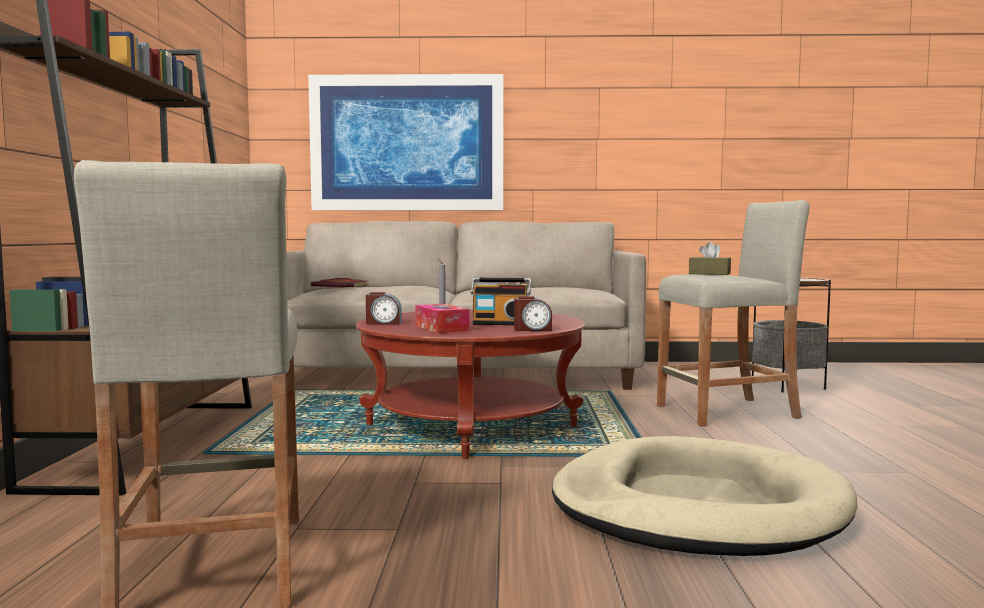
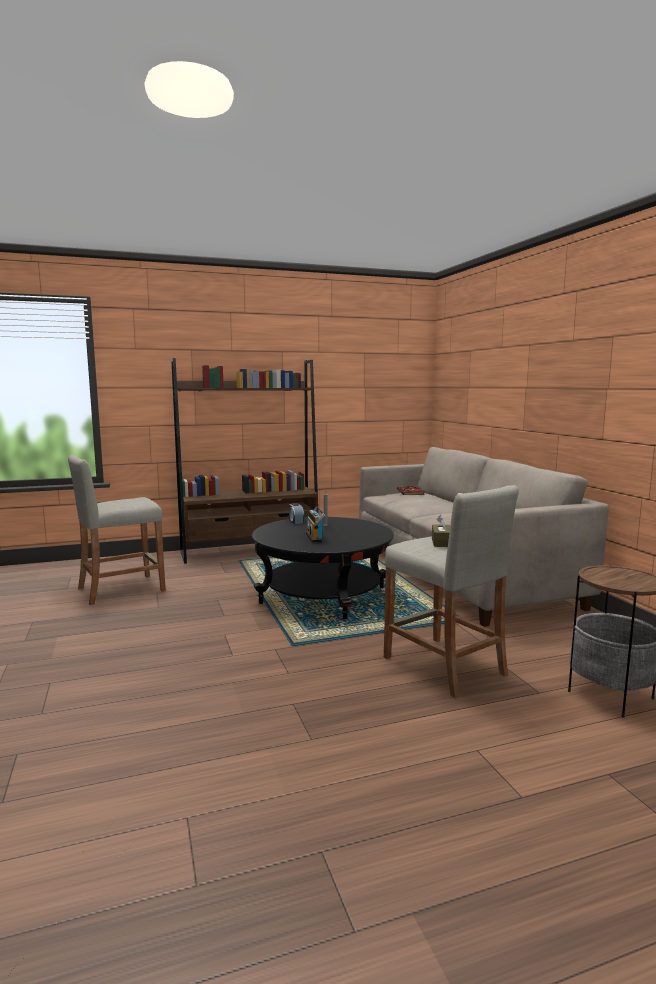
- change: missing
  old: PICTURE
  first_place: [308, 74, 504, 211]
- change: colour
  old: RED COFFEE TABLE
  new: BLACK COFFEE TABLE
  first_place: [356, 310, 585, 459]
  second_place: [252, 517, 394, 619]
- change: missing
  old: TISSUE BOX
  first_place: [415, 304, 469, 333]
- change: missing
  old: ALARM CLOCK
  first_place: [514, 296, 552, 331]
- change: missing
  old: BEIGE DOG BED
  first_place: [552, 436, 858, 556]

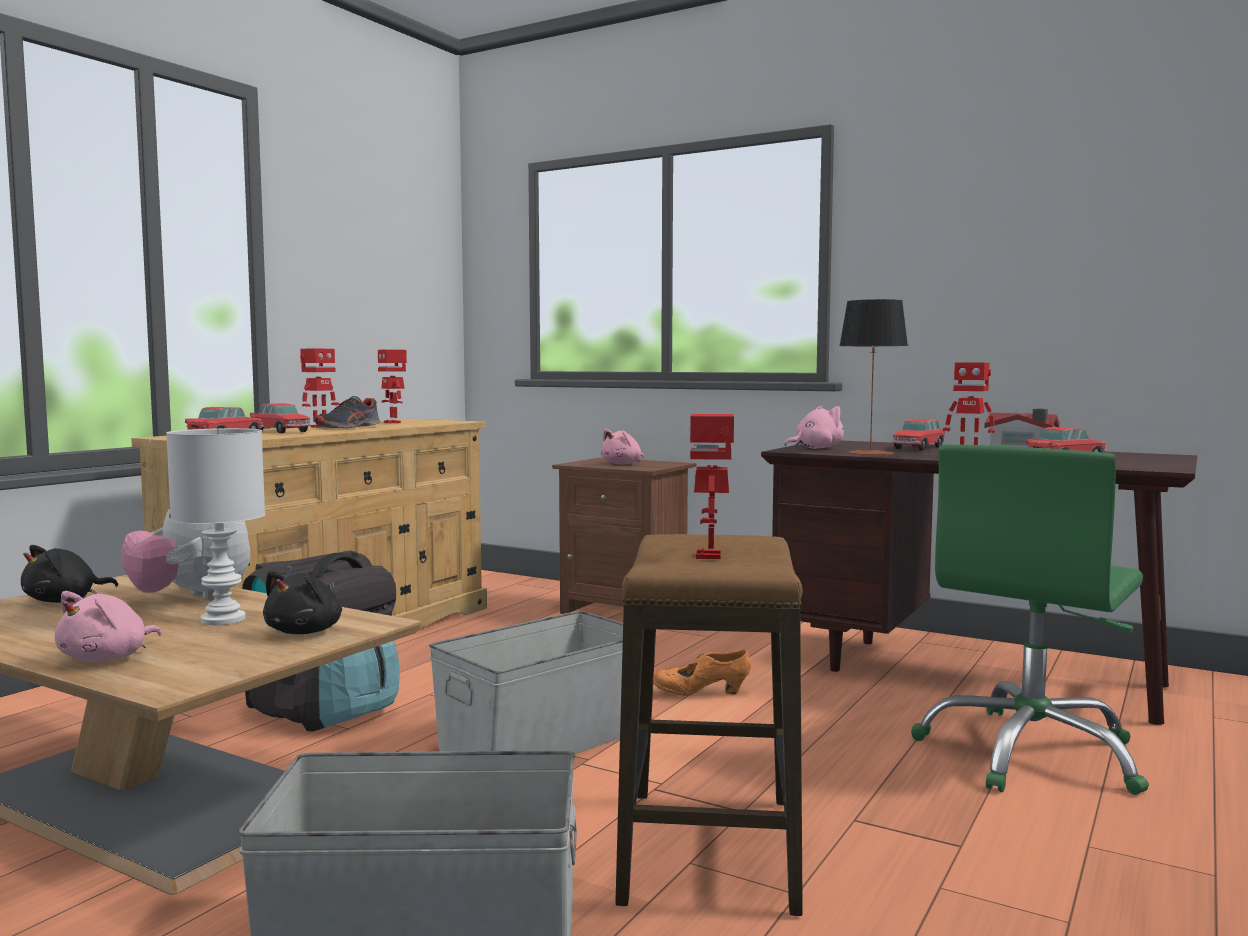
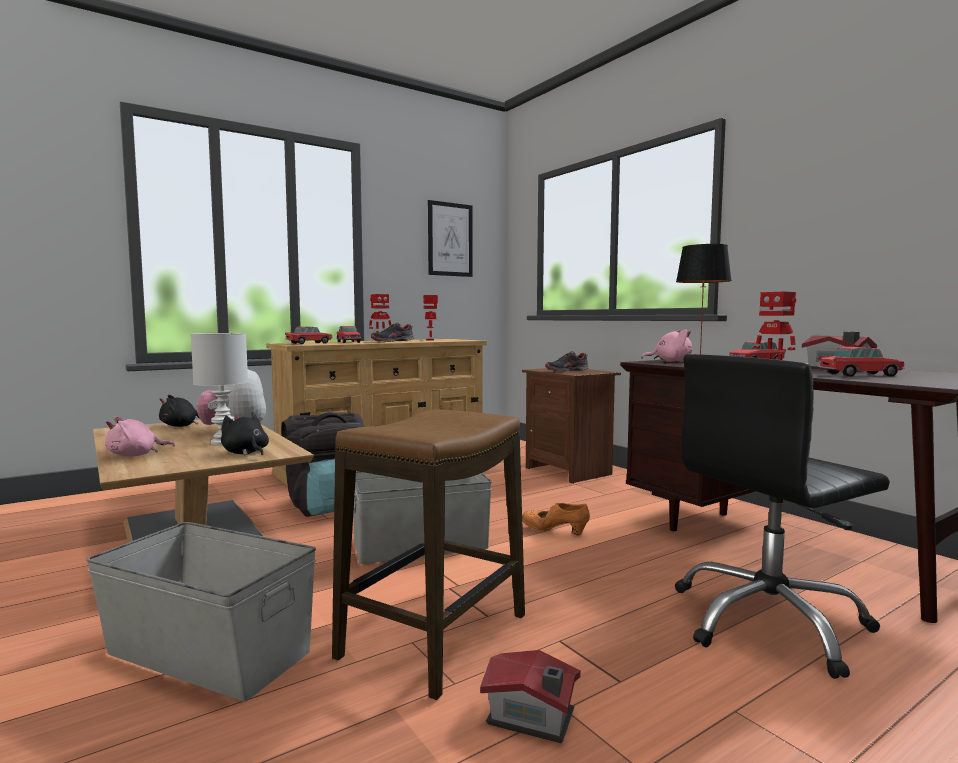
- change: spun
  old: BLACK PLUSH TOY
  first_place: [263, 570, 342, 634]
  second_place: [221, 412, 269, 456]
  degrees: 90
- change: exchanged
  old: PINK PLUSH TOY
  new: SHOE
  first_place: [601, 429, 644, 465]
  second_place: [545, 351, 589, 372]
- change: missing
  old: TOY ROBOT
  first_place: [689, 414, 734, 559]
- change: colour
  old: GREEN OFFICE CHAIR
  new: BLACK OFFICE CHAIR
  first_place: [911, 444, 1149, 795]
  second_place: [675, 354, 890, 679]
- change: appeared
  new: PICTURE
  second_place: [428, 200, 473, 277]
- change: appeared
  new: TOY HOUSE
  second_place: [480, 650, 581, 744]

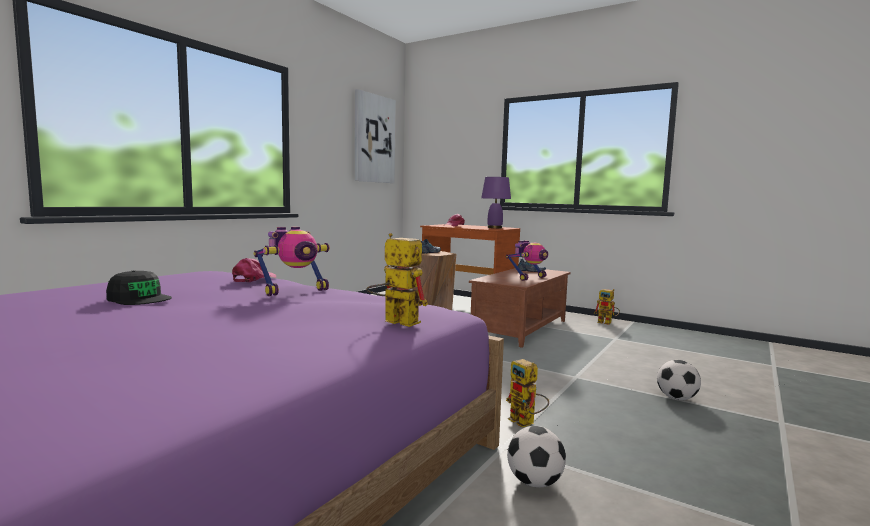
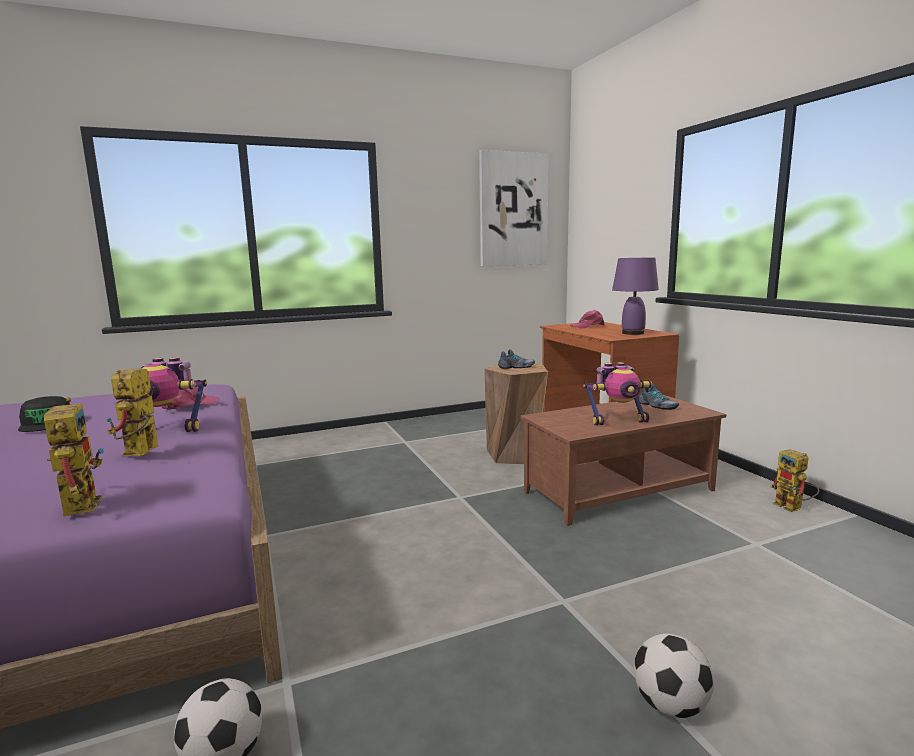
- change: relocated
  old: TOY ROBOT
  first_place: [506, 359, 549, 428]
  second_place: [106, 369, 159, 456]

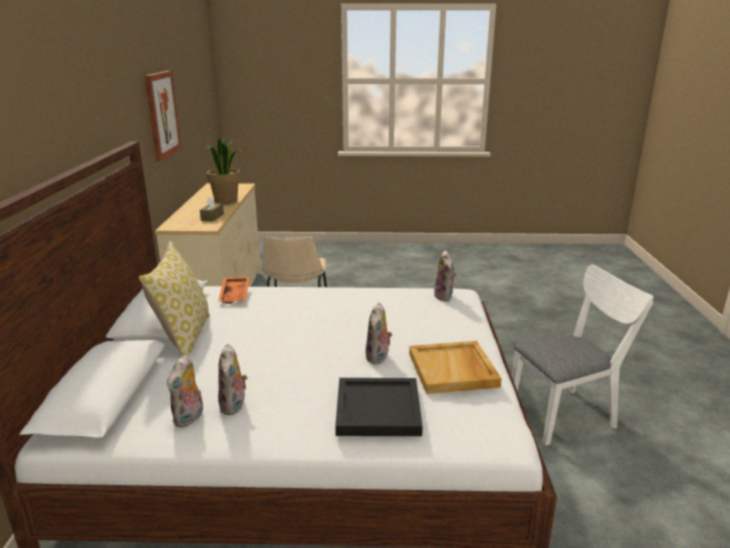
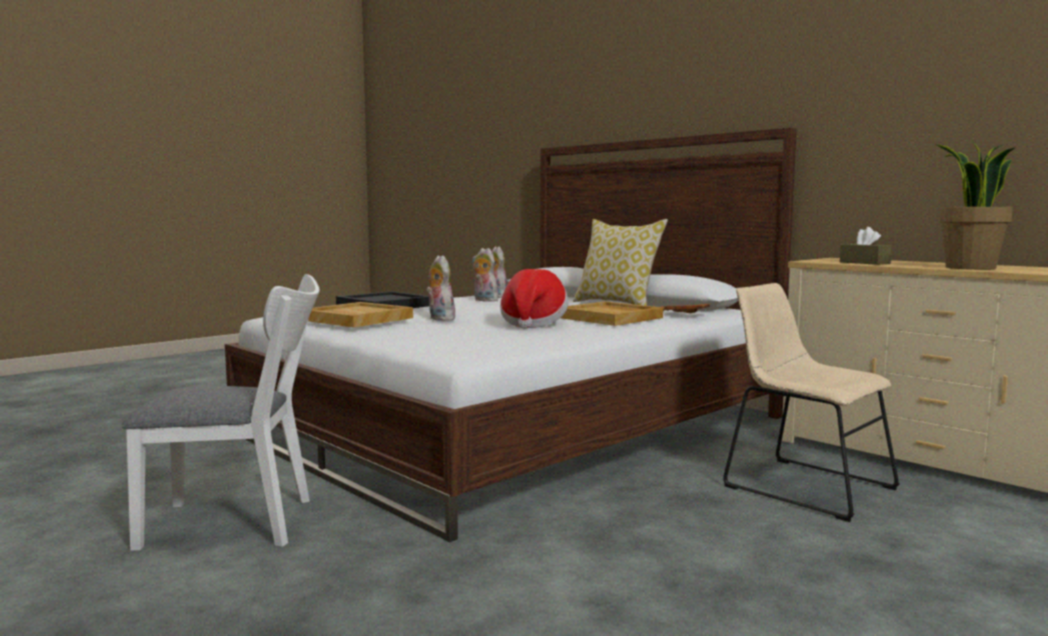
- change: missing
  old: PICTURE
  first_place: [144, 71, 181, 161]
- change: missing
  old: PLUSH TOY
  first_place: [434, 250, 457, 301]
- change: spun
  old: WHITE CHAIR
  first_place: [512, 264, 653, 446]
  second_place: [122, 274, 320, 551]
  degrees: -120
- change: appeared
  new: HAT
  second_place: [500, 269, 568, 329]
- change: appeared
  new: BEIGE TRAY
  second_place: [561, 301, 663, 326]

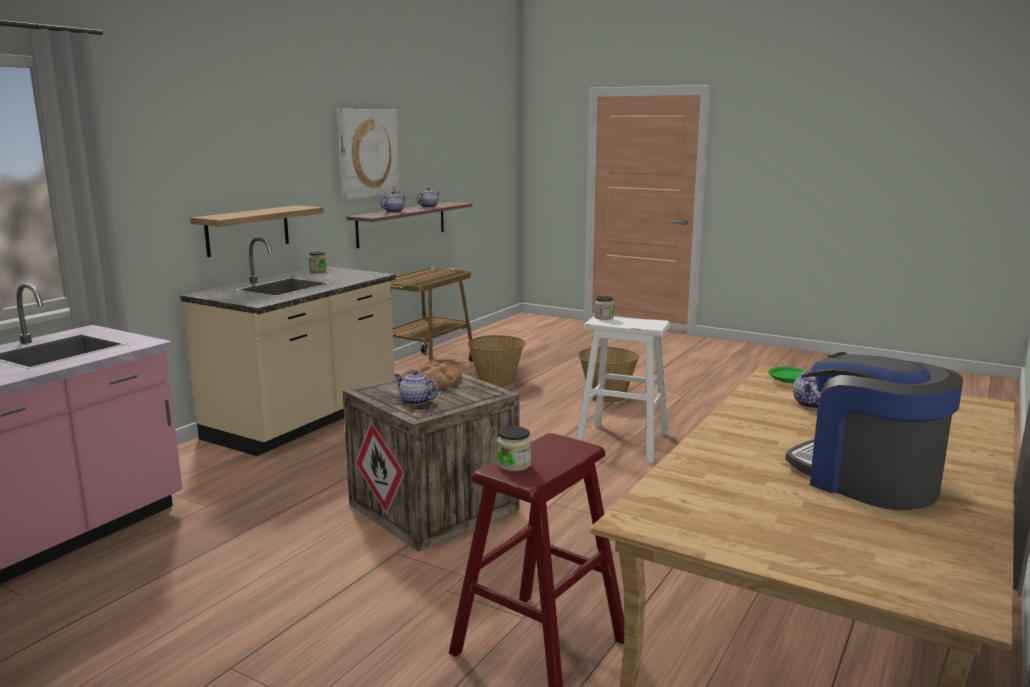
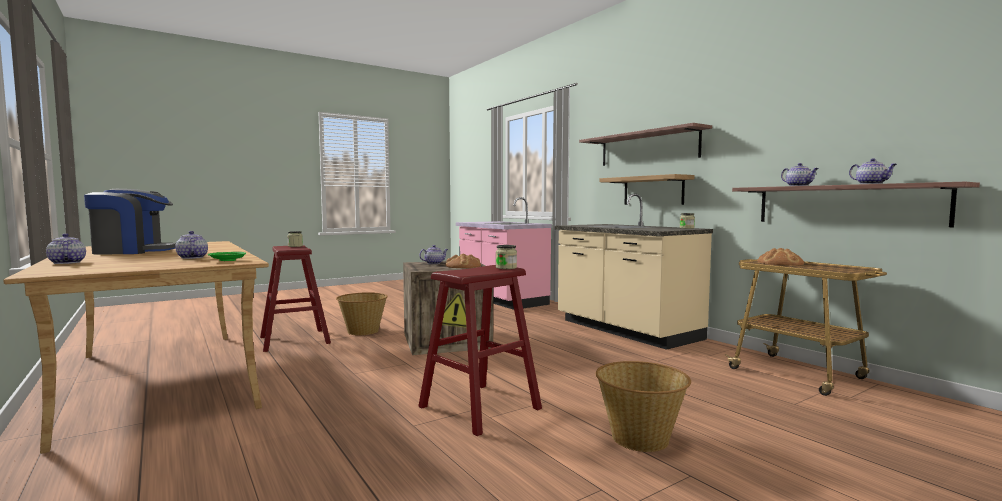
- change: missing
  old: PICTURE
  first_place: [336, 109, 400, 200]
- change: relocated
  old: BASKET
  first_place: [468, 335, 526, 387]
  second_place: [336, 292, 388, 335]
- change: colour
  old: WHITE STOOL
  new: RED STOOL
  first_place: [576, 316, 670, 463]
  second_place: [418, 265, 542, 436]
- change: appeared
  new: TEAPOT
  second_place: [46, 233, 86, 264]
- change: appeared
  new: SHELF
  second_place: [579, 123, 712, 166]
- change: appeared
  new: BREAD
  second_place: [757, 248, 804, 266]

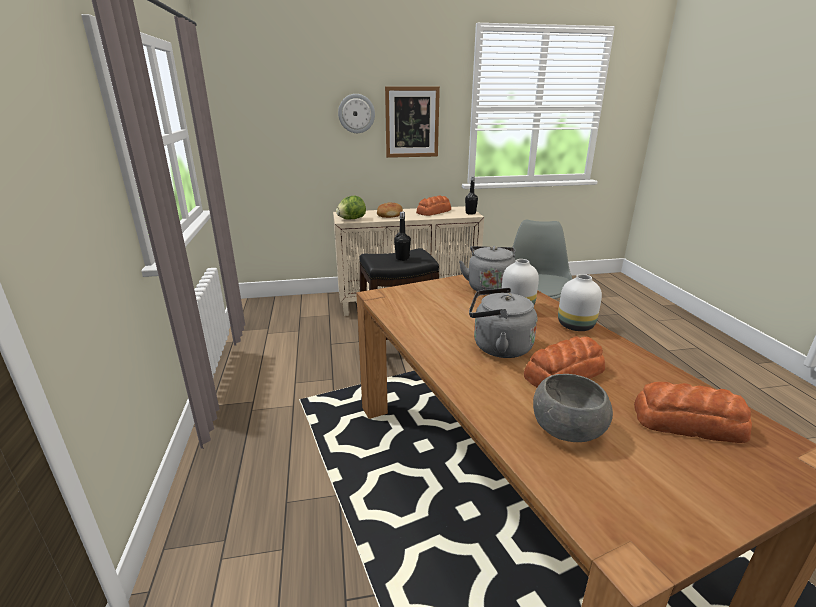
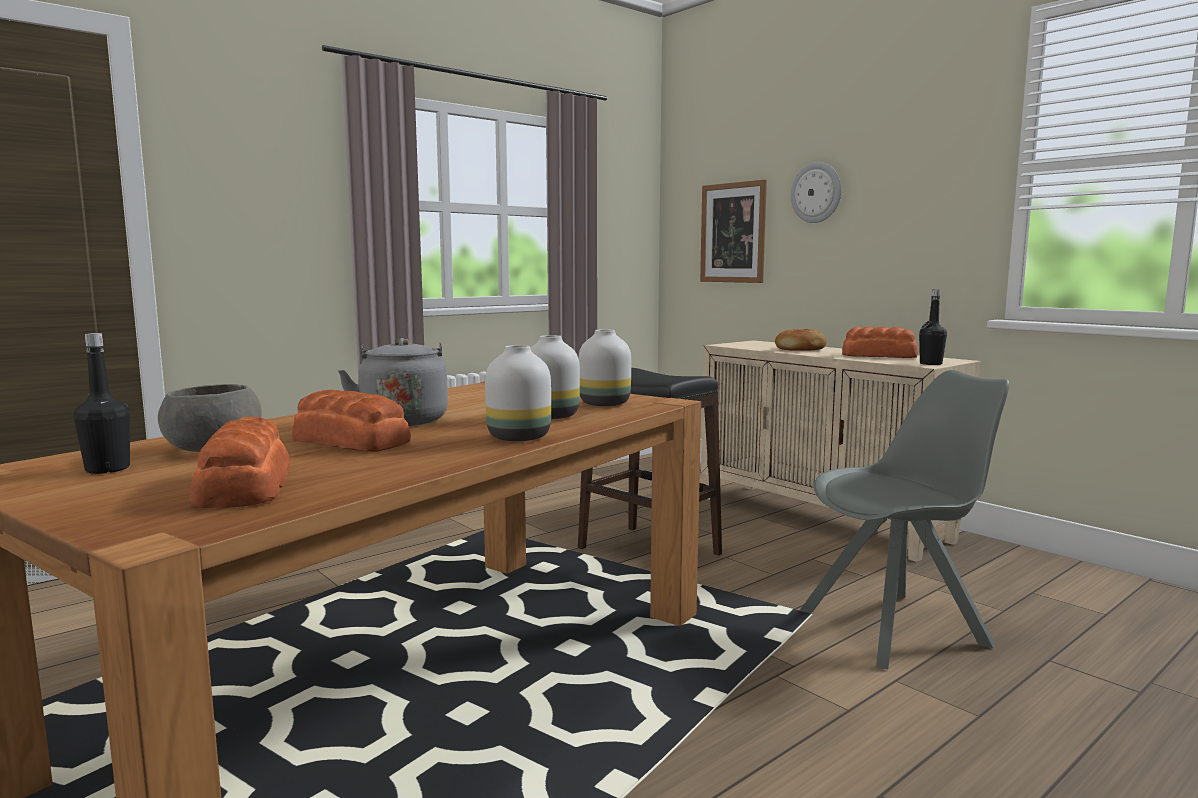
- change: missing
  old: LETTUCE
  first_place: [336, 196, 366, 219]
- change: relocated
  old: PICTURE
  first_place: [385, 86, 440, 158]
  second_place: [700, 179, 767, 283]
- change: relocated
  old: BLACK BOTTLE
  first_place: [394, 212, 411, 261]
  second_place: [74, 333, 130, 474]
- change: exchanged
  old: GREY KETTLE
  new: WHITE VASE
  first_place: [459, 246, 516, 295]
  second_place: [579, 329, 631, 406]

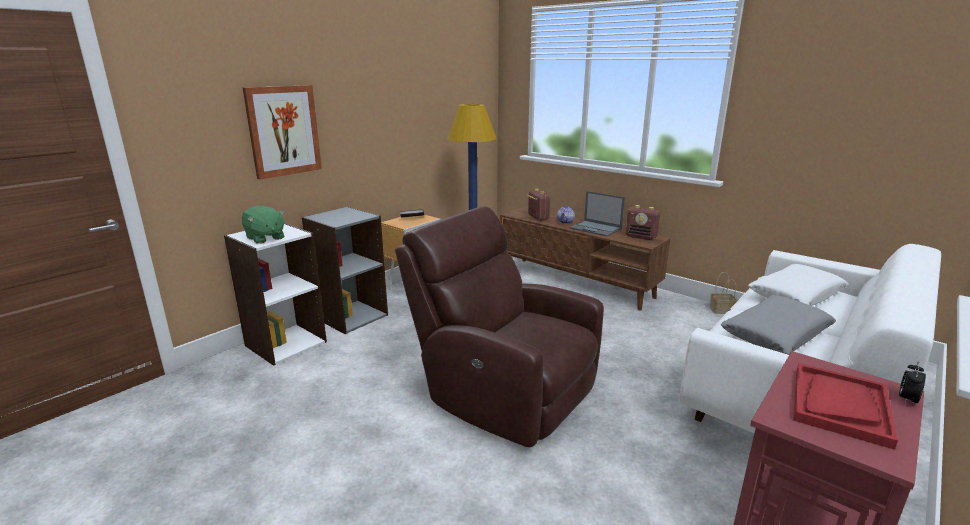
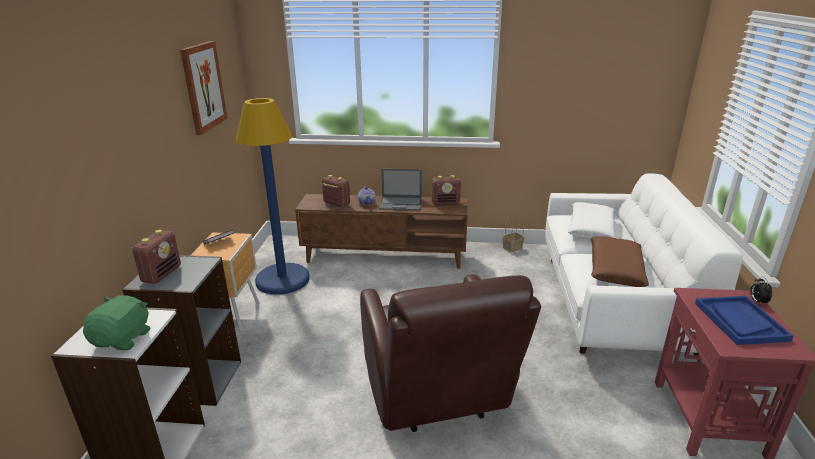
- change: spun
  old: GREEN PLUSH TOY
  first_place: [242, 206, 285, 244]
  second_place: [83, 295, 150, 350]
  degrees: -90
- change: relocated
  old: PICTURE
  first_place: [243, 85, 322, 179]
  second_place: [180, 41, 227, 135]
- change: spun
  old: BROWN ARMCHAIR
  first_place: [395, 206, 604, 447]
  second_place: [360, 275, 541, 432]
  degrees: -105
- change: colour
  old: GREY PILLOW
  new: BROWN PILLOW
  first_place: [720, 295, 836, 355]
  second_place: [591, 236, 649, 287]
- change: colour
  old: RED TRAY
  new: BLUE TRAY
  first_place: [793, 363, 898, 450]
  second_place: [695, 296, 794, 345]
- change: appeared
  new: RADIO
  second_place: [132, 230, 181, 284]

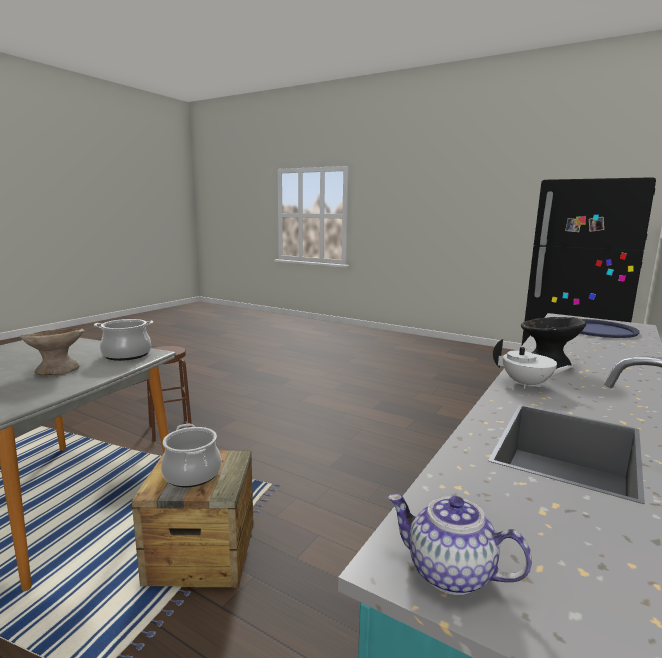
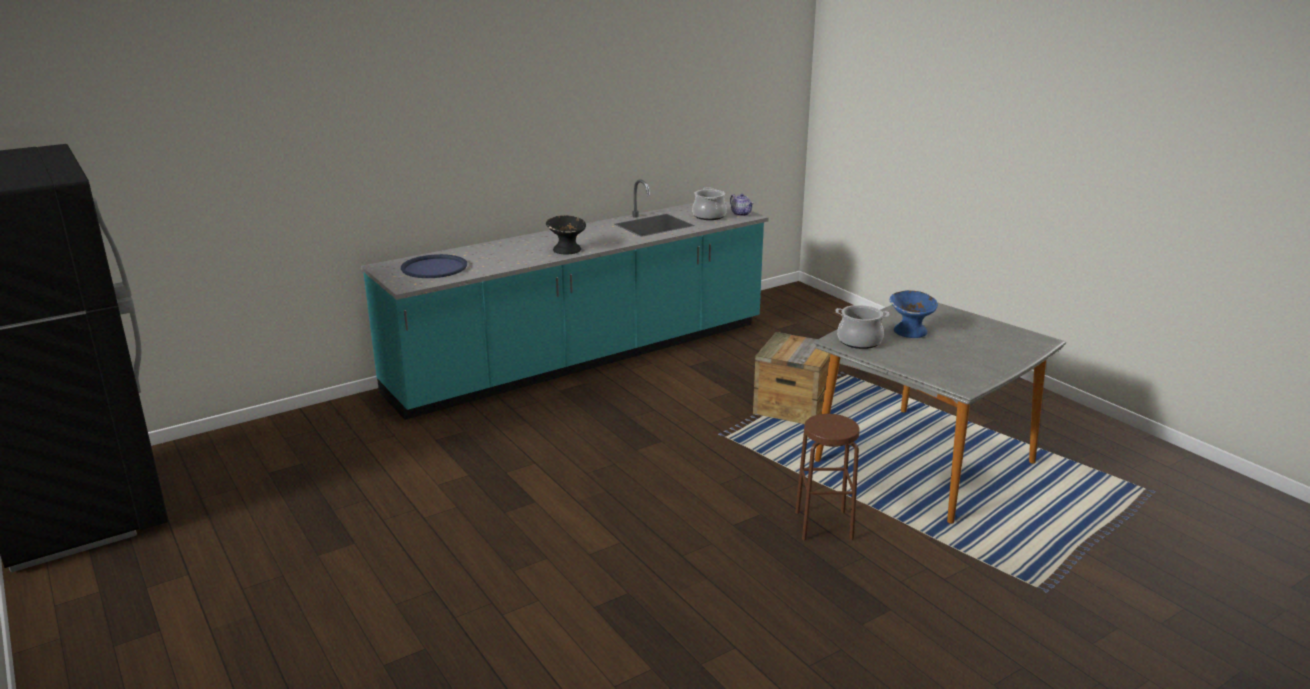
- change: colour
  old: BEIGE BOWL
  new: BLUE BOWL
  first_place: [20, 329, 84, 376]
  second_place: [890, 290, 938, 338]
- change: relocated
  old: COOKING POT
  first_place: [161, 424, 221, 488]
  second_place: [692, 188, 727, 220]
- change: missing
  old: WHITE TEAPOT
  first_place: [493, 338, 573, 389]

